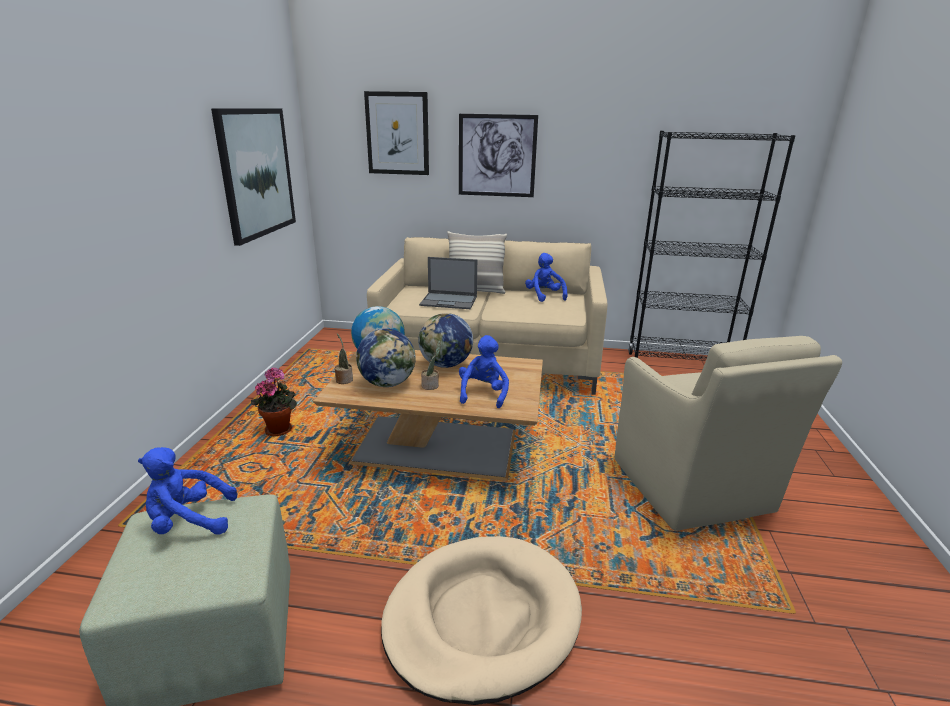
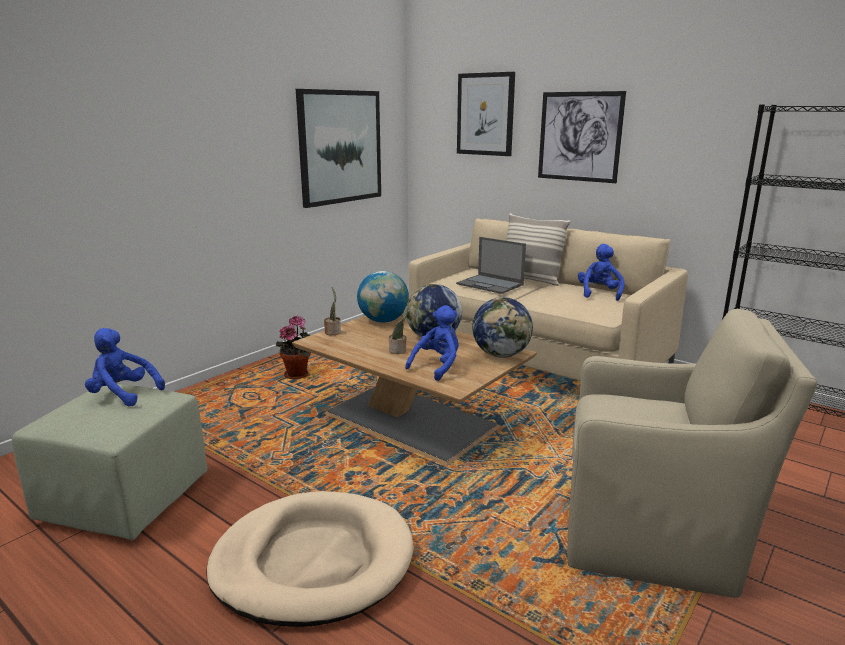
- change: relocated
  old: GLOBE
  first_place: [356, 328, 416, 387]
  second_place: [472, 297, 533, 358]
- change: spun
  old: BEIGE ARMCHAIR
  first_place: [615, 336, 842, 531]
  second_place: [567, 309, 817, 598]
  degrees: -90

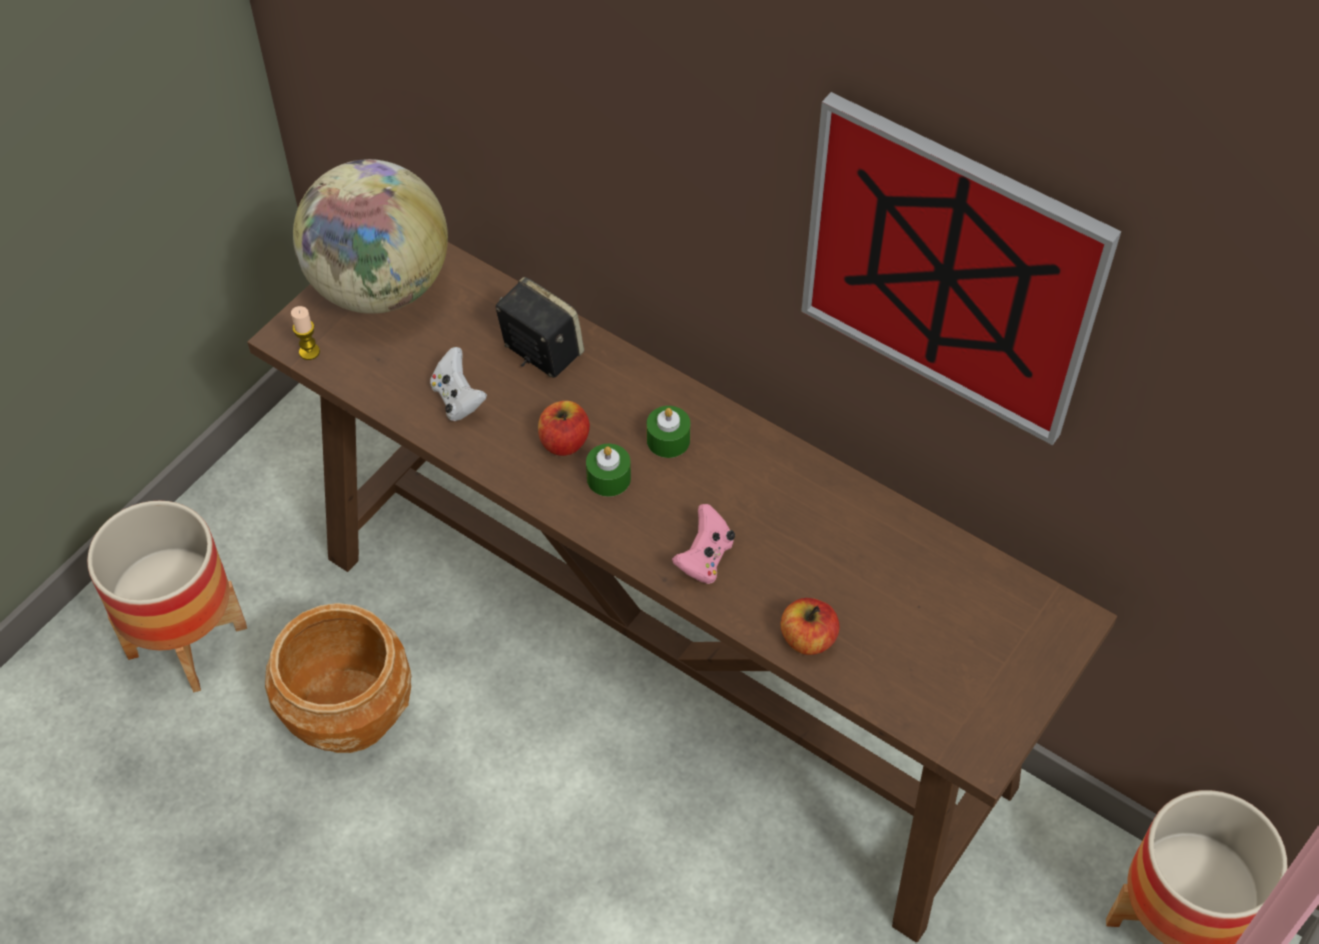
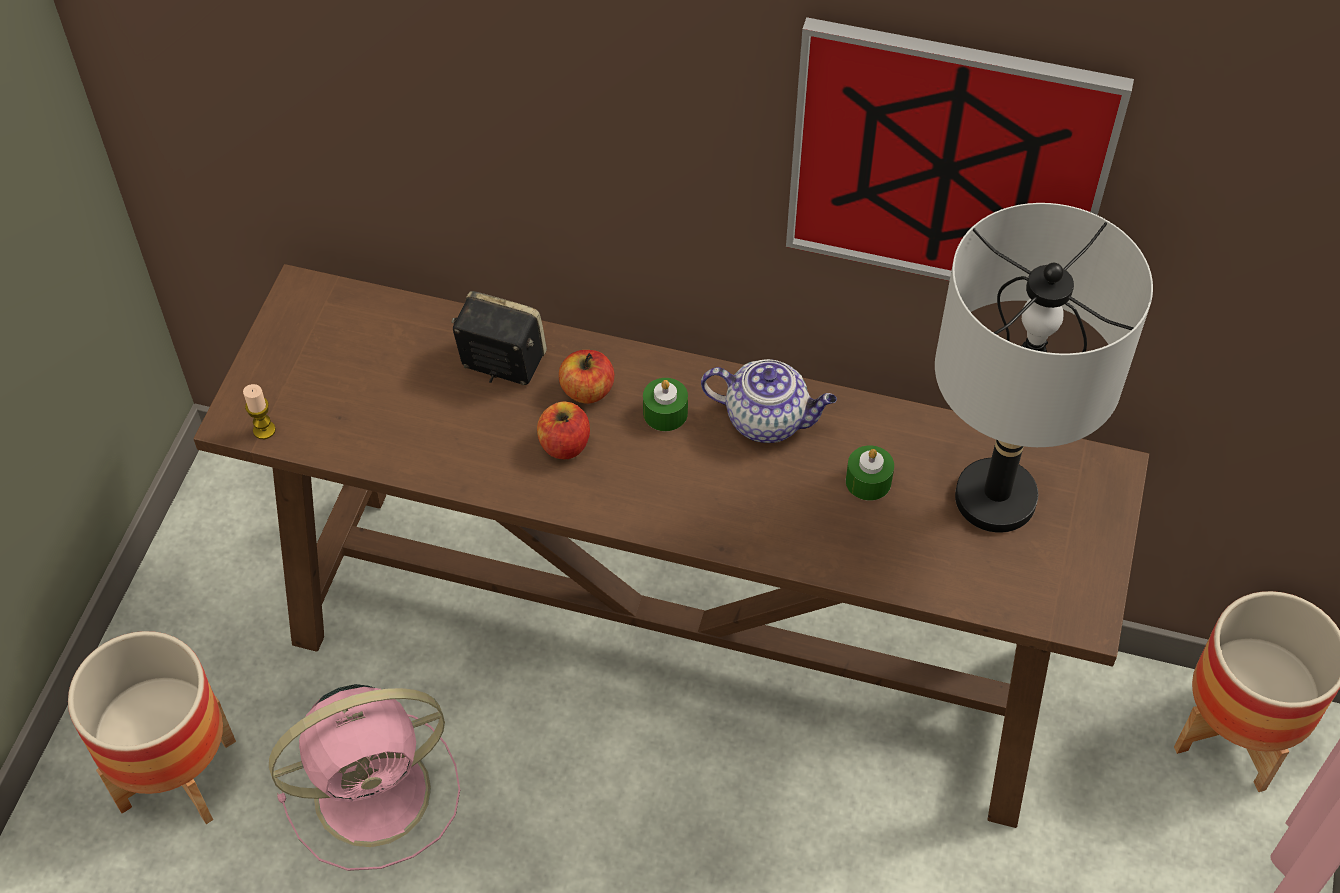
- change: exchanged
  old: BROWN PLANTER
  new: PINK FAN
  first_place: [265, 603, 411, 753]
  second_place: [269, 684, 460, 871]
- change: missing
  old: GLOBE
  first_place: [293, 159, 448, 314]
- change: missing
  old: WHITE GAME CONTROLLER
  first_place: [430, 347, 487, 421]
- change: relocated
  old: GREEN CANDLE
  first_place: [586, 444, 631, 497]
  second_place: [846, 445, 894, 501]
- change: missing
  old: PINK GAME CONTROLLER
  first_place: [672, 504, 735, 584]
- change: relocated
  old: APPLE
  first_place: [780, 598, 839, 655]
  second_place: [559, 350, 614, 404]
- change: appeared
  new: TEAPOT
  second_place: [701, 359, 837, 443]
- change: appeared
  new: GREY TABLE LAMP
  second_place: [935, 203, 1153, 533]

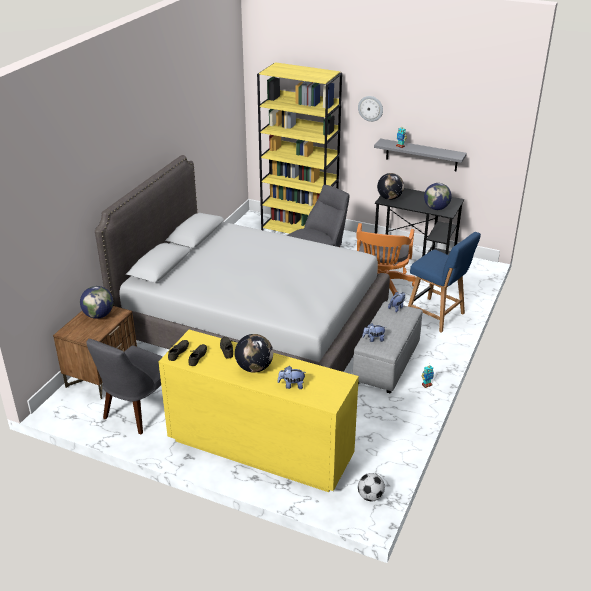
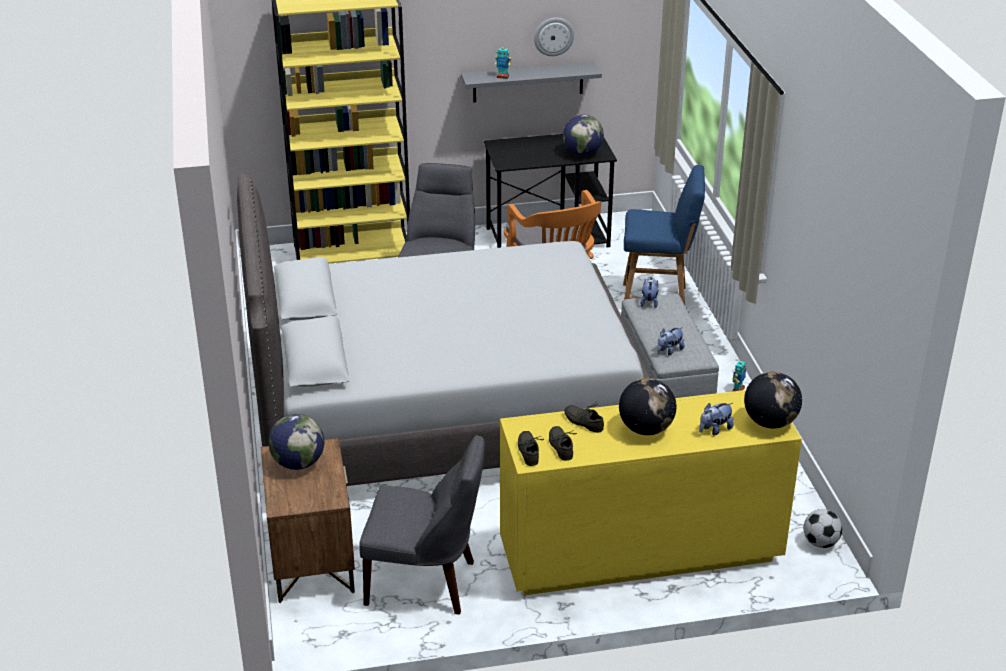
- change: spun
  old: GREY CHAIR
  first_place: [86, 339, 163, 434]
  second_place: [359, 435, 485, 615]
  degrees: -75
- change: relocated
  old: WALL CLOCK
  first_place: [358, 96, 383, 122]
  second_place: [534, 18, 574, 56]
- change: relocated
  old: GLOBE
  first_place: [377, 173, 404, 200]
  second_place: [744, 372, 802, 429]

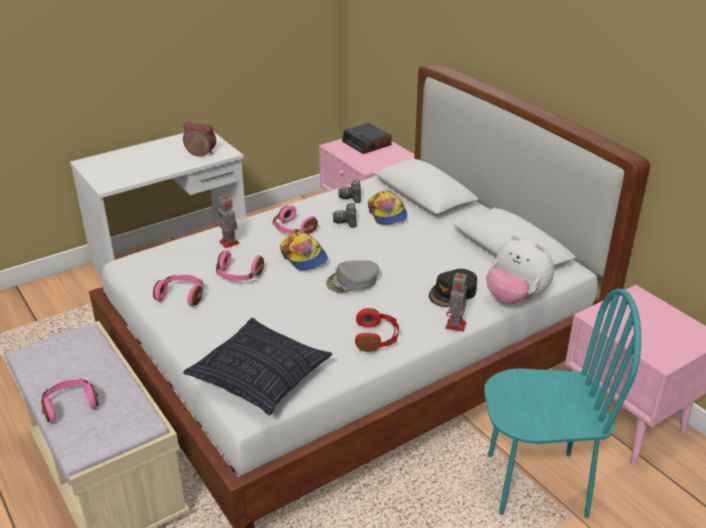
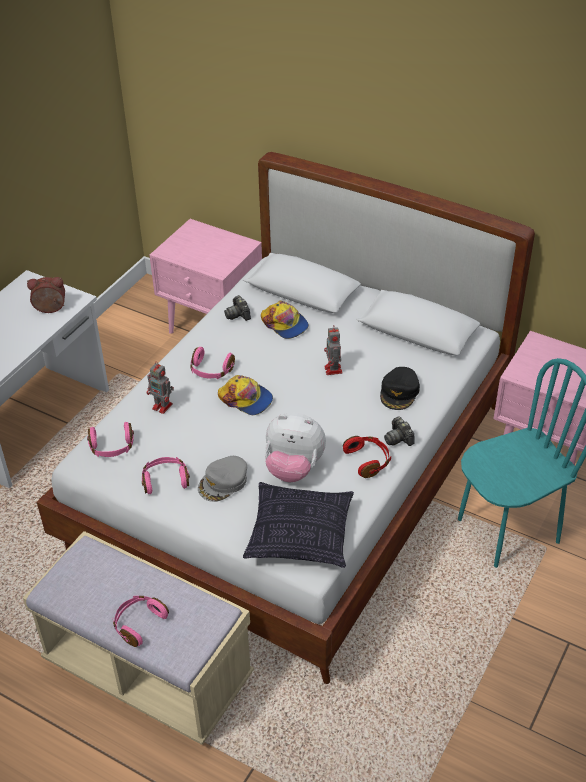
- change: relocated
  old: PINK HEADPHONES
  first_place: [216, 250, 264, 281]
  second_place: [87, 422, 134, 457]
- change: relocated
  old: GREY CAP
  first_place: [326, 260, 379, 293]
  second_place: [198, 456, 247, 502]
- change: relocated
  old: PHOTO CAMERA
  first_place: [333, 203, 357, 228]
  second_place: [384, 416, 414, 446]
- change: missing
  old: ALARM CLOCK
  first_place: [342, 123, 392, 154]
- change: relocated
  old: TOY ROBOT
  first_place: [445, 270, 467, 332]
  second_place: [324, 327, 342, 375]
- change: relocated
  old: PLUSH TOY
  first_place: [486, 235, 554, 304]
  second_place: [265, 413, 326, 482]

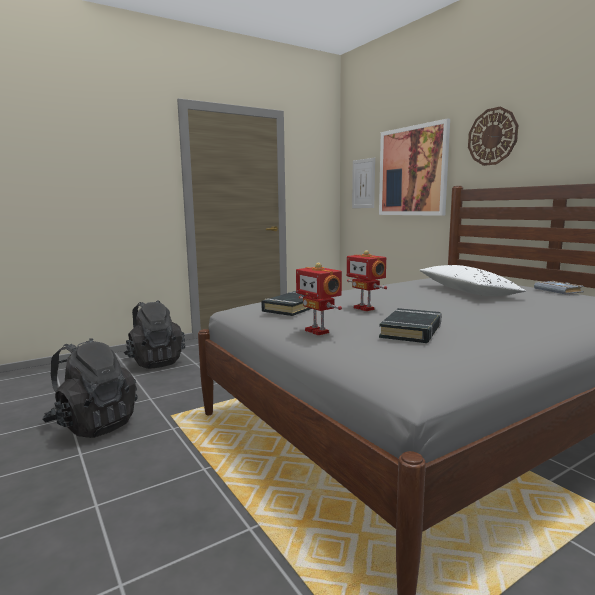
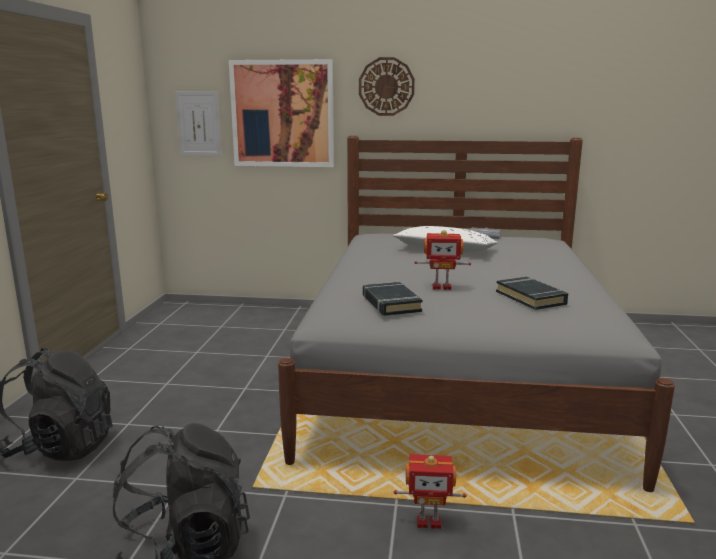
- change: relocated
  old: TOY ROBOT
  first_place: [296, 263, 342, 335]
  second_place: [394, 454, 466, 529]

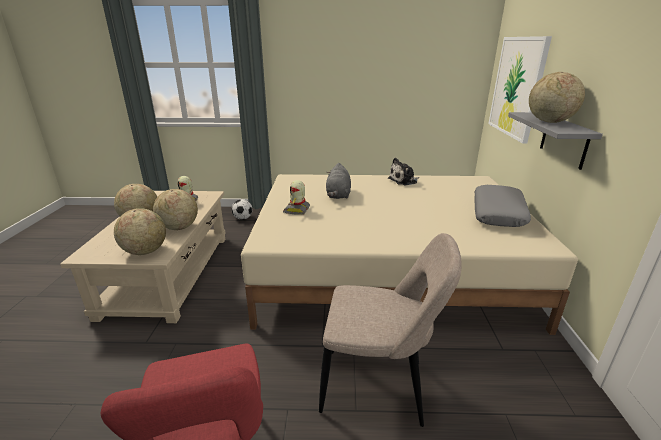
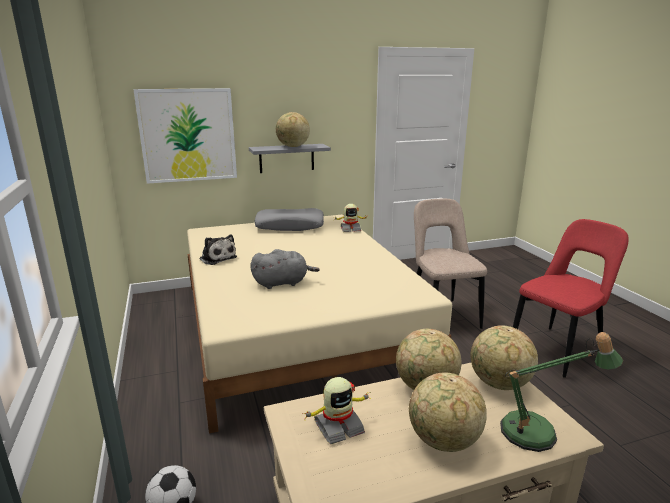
- change: relocated
  old: TOY ROBOT
  first_place: [283, 180, 310, 215]
  second_place: [334, 204, 368, 232]
- change: appeared
  new: TABLE LAMP
  second_place: [500, 332, 623, 452]

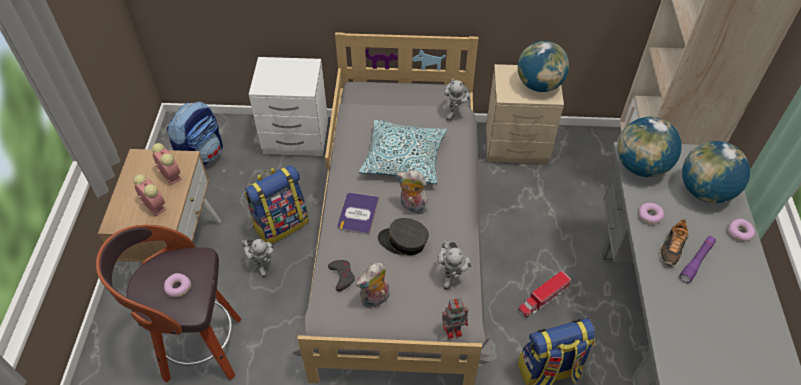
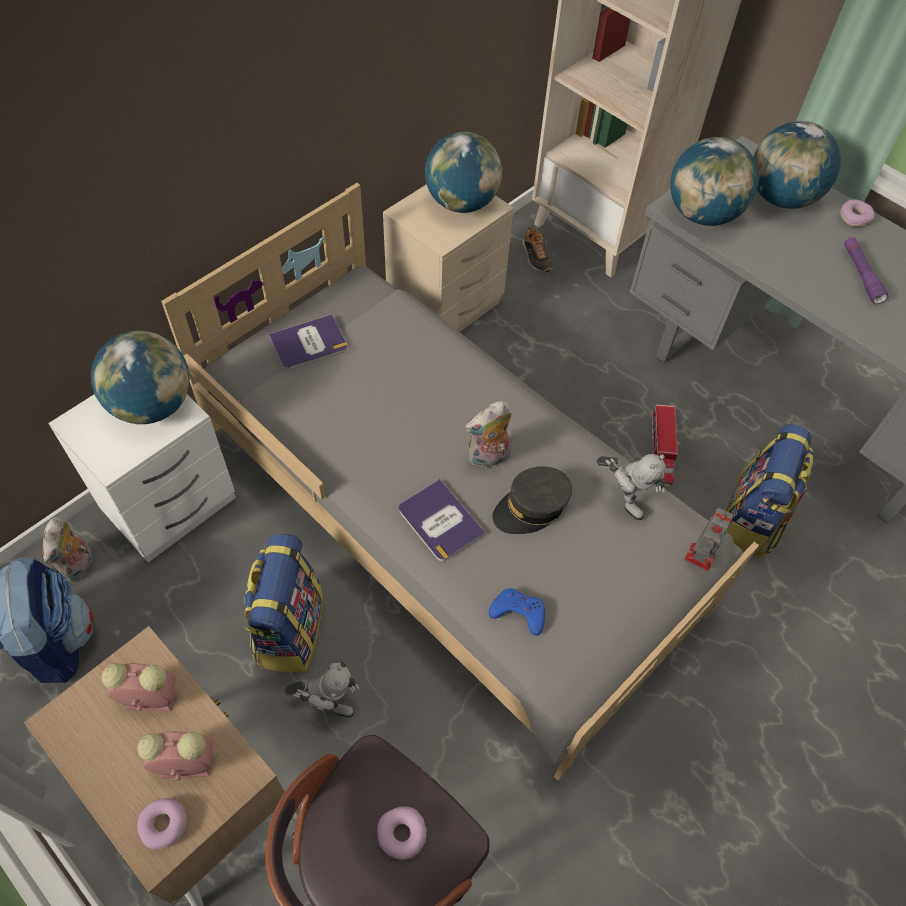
- change: colour
  old: GREY GAME CONTROLLER
  new: BLUE GAME CONTROLLER
  first_place: [328, 260, 355, 291]
  second_place: [489, 588, 545, 636]
- change: relocated
  old: PLUSH TOY
  first_place: [356, 263, 389, 308]
  second_place: [42, 517, 92, 582]
- change: missing
  old: PILLOW
  first_place: [359, 120, 447, 184]
- change: missing
  old: TOY ROBOT
  first_place: [444, 79, 471, 121]
- change: relocated
  old: DONUT
  first_place: [639, 203, 664, 224]
  second_place: [137, 798, 187, 850]
- change: relocated
  old: SHOE
  first_place: [659, 219, 688, 267]
  second_place: [522, 226, 552, 272]
- change: appeared
  new: GLOBE
  second_place: [91, 331, 190, 424]
- change: appeared
  new: BOOK
  second_place: [268, 314, 347, 370]

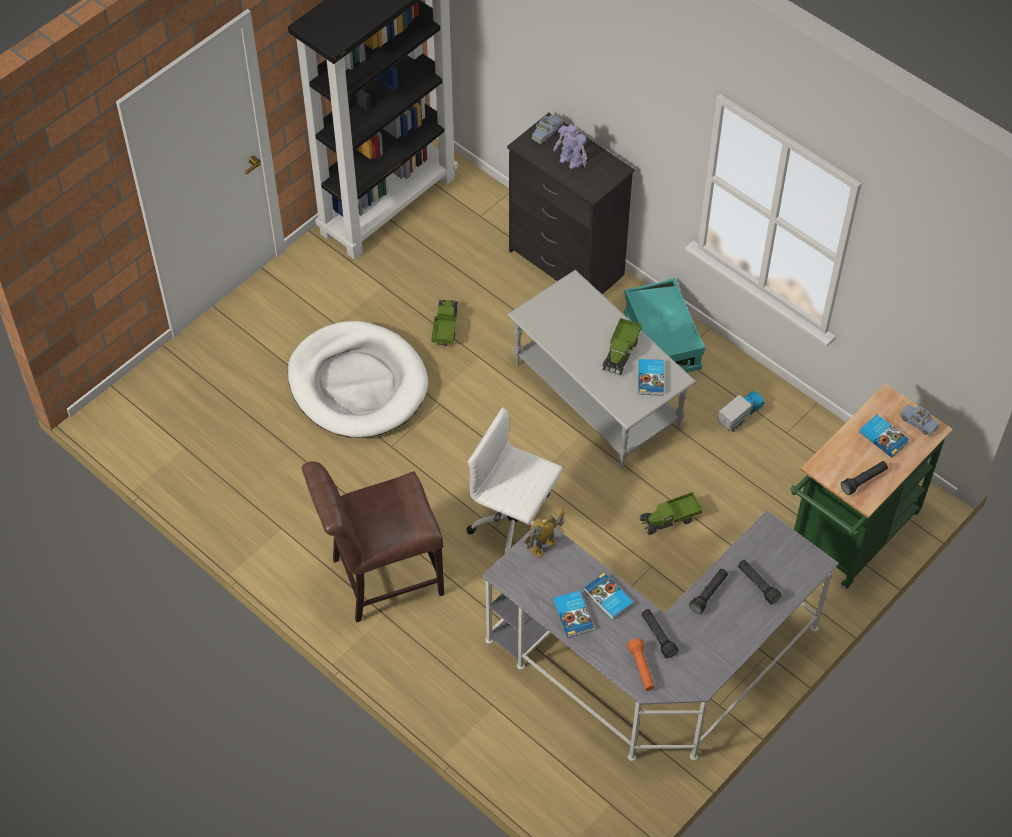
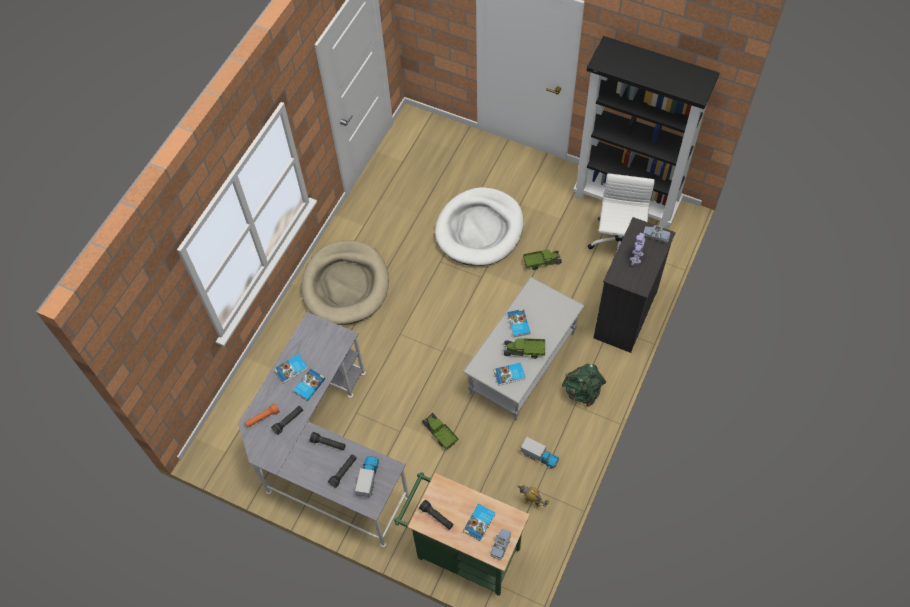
- change: exchanged
  old: BROWN CHAIR
  new: BEIGE DOG BED
  first_place: [302, 461, 444, 623]
  second_place: [301, 240, 389, 325]
- change: relocated
  old: WHITE OFFICE CHAIR
  first_place: [466, 407, 563, 553]
  second_place: [588, 174, 655, 250]
- change: relocated
  old: TOY ROBOT
  first_place: [523, 507, 566, 558]
  second_place: [517, 485, 550, 509]
- change: exchanged
  old: TURQUOISE STORAGE BOX
  new: GREEN BACKPACK
  first_place: [624, 278, 705, 373]
  second_place: [562, 364, 606, 406]
- change: appeared
  new: TOY TRUCK
  second_place: [355, 456, 379, 498]
- change: appeared
  new: BOOK
  second_place: [507, 309, 530, 337]

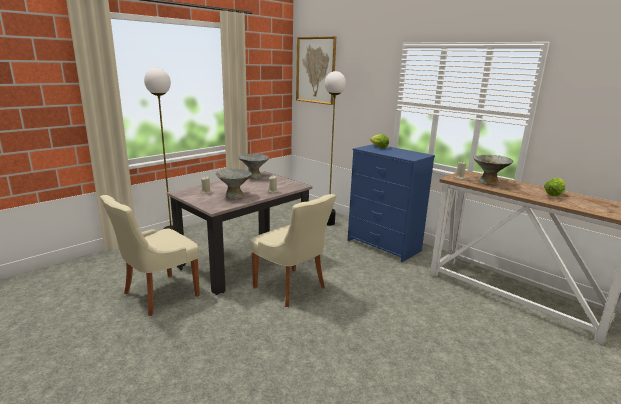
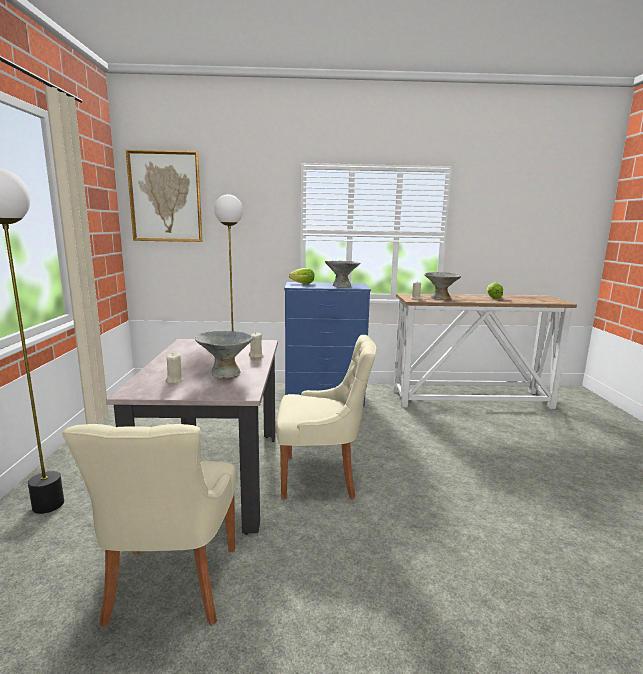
- change: relocated
  old: GREY BOWL
  first_place: [238, 154, 269, 179]
  second_place: [325, 261, 360, 287]

